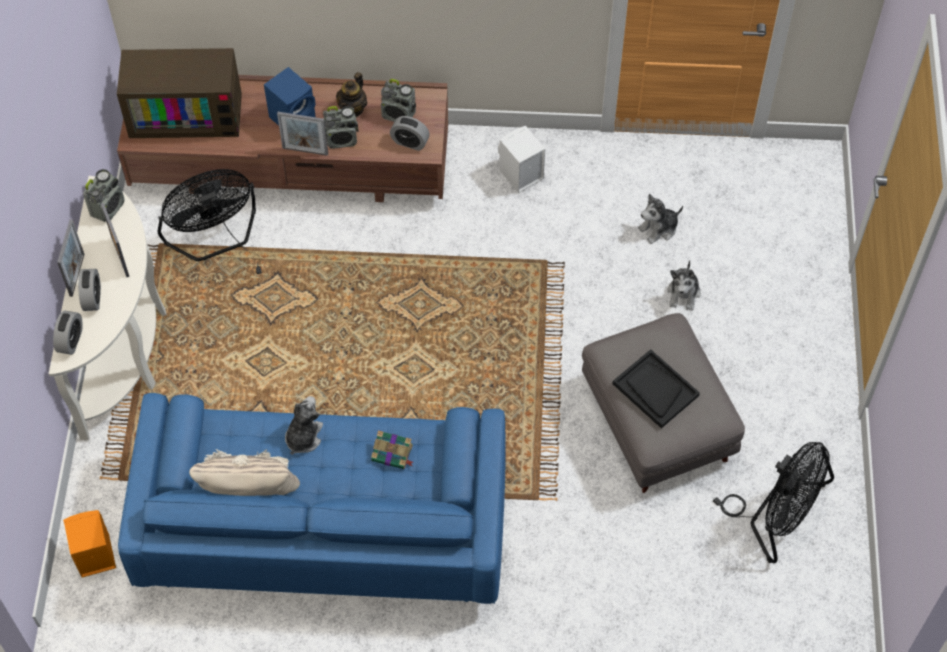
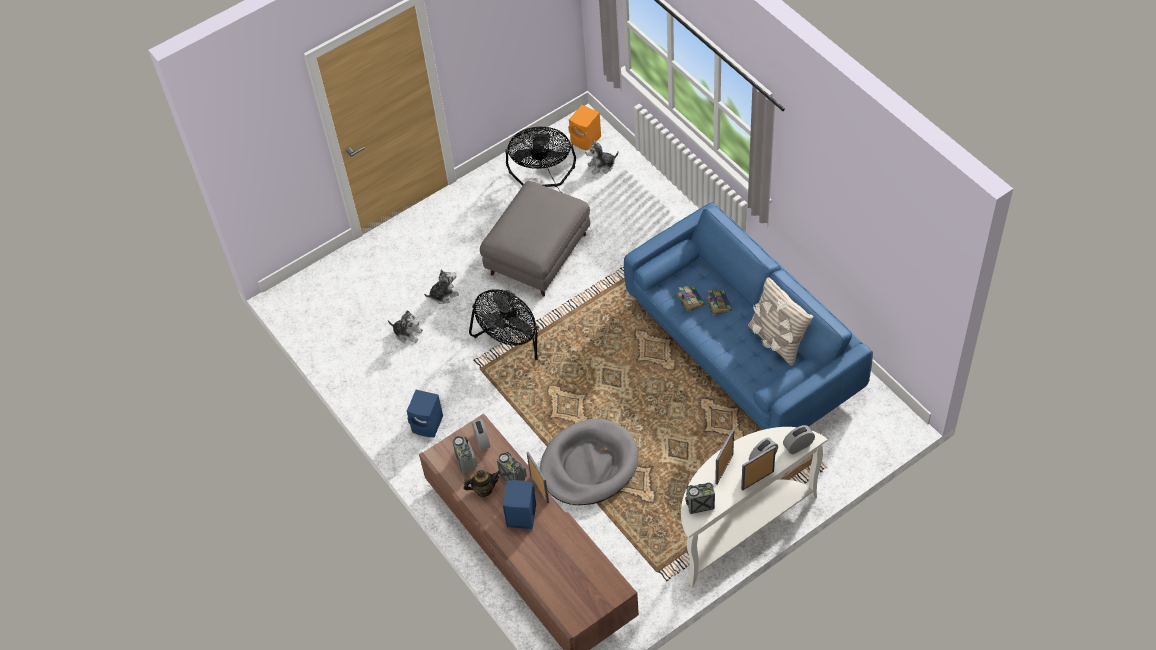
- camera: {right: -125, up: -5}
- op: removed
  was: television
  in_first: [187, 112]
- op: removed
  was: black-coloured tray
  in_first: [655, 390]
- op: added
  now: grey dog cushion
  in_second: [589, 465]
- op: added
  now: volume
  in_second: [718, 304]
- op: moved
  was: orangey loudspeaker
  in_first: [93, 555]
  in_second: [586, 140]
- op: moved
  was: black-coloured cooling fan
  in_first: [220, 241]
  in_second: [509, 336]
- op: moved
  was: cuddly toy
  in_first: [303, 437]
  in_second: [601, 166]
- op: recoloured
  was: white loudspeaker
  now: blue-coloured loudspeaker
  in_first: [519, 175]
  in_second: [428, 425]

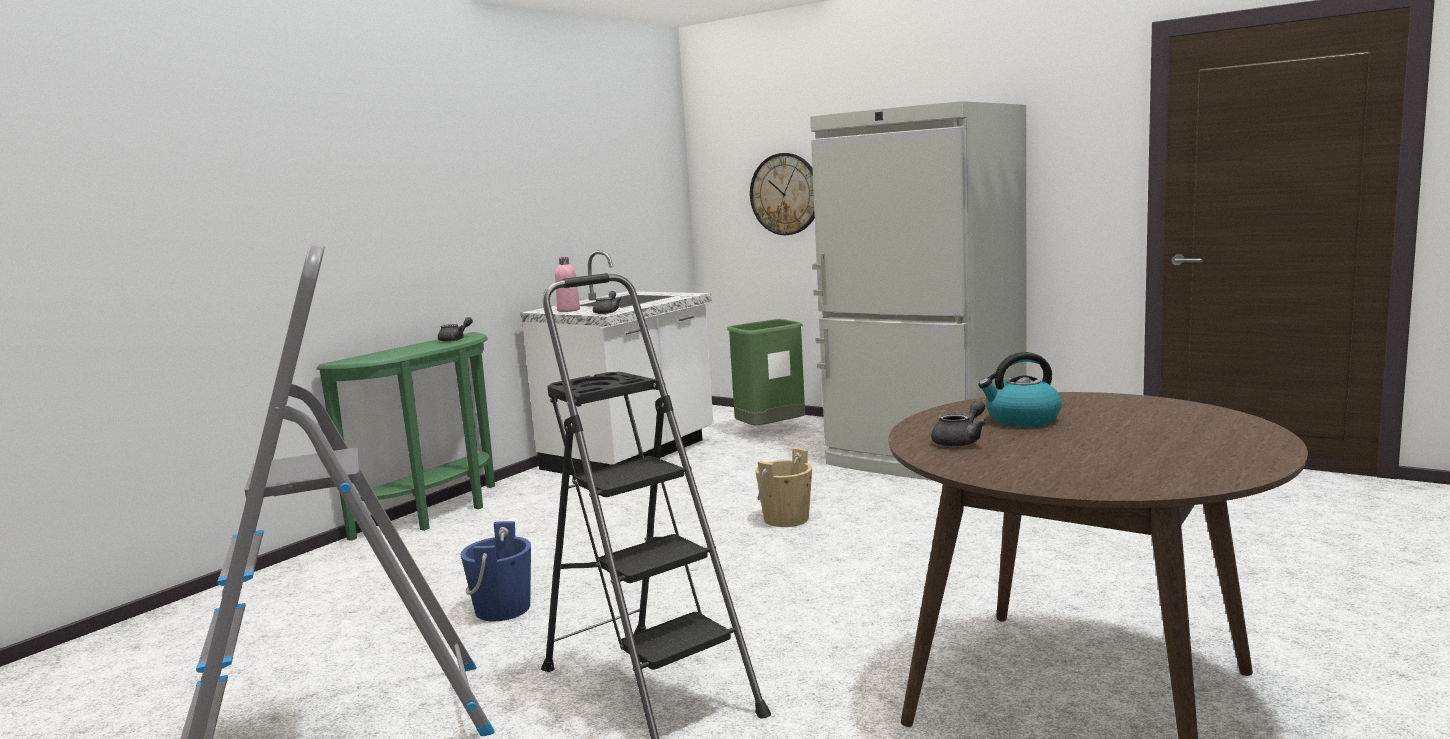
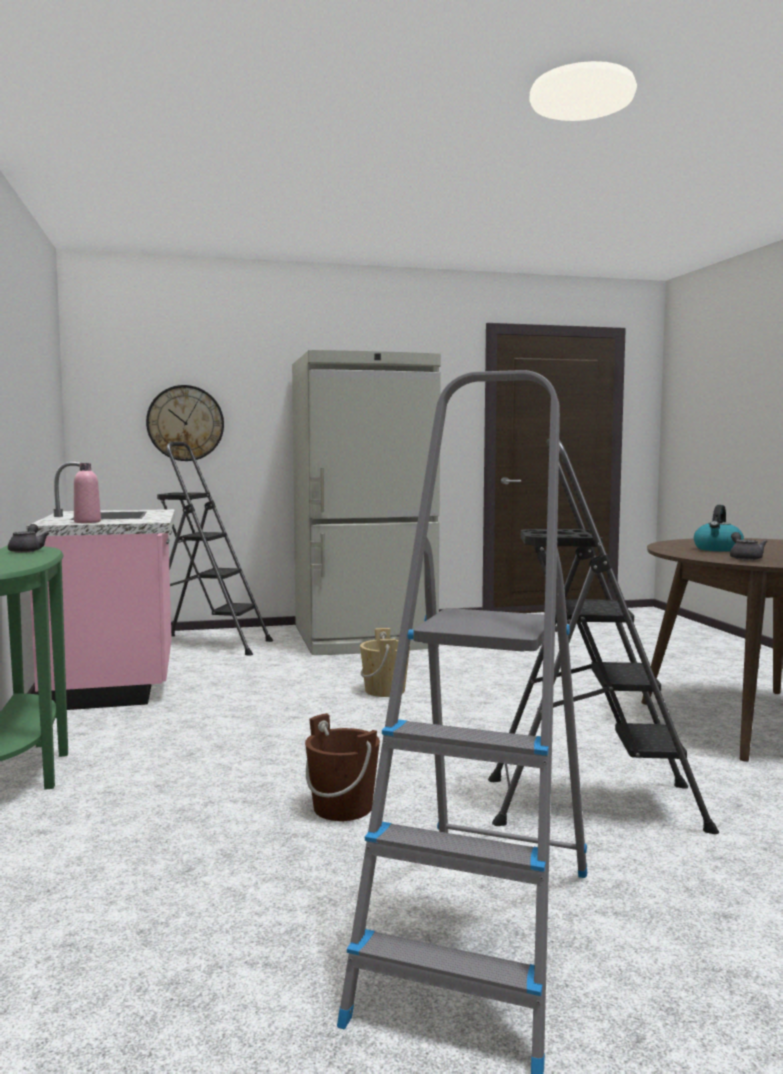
- camera: {right: -50, up: -5}
- op: removed
  was: grey pot for tea
  in_first: [607, 312]
- op: replaced
  was: green rubbish bin
  now: step stool
  in_first: [770, 432]
  in_second: [206, 644]
- op: recoloured
  was: blue-coloured pail
  now: brown pail
  in_first: [503, 609]
  in_second: [342, 808]
- op: recoloured
  was: white counter
  now: pink counter
  in_first: [631, 455]
  in_second: [115, 682]

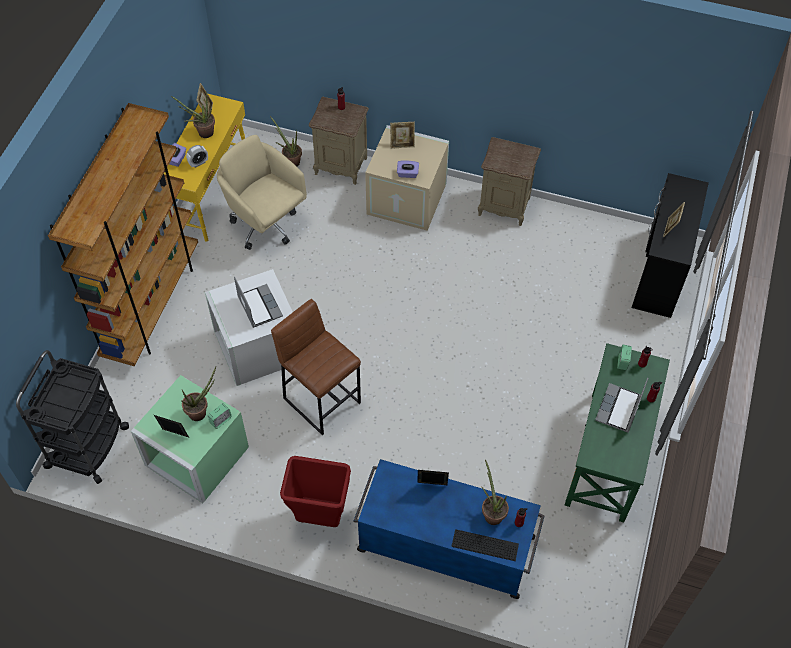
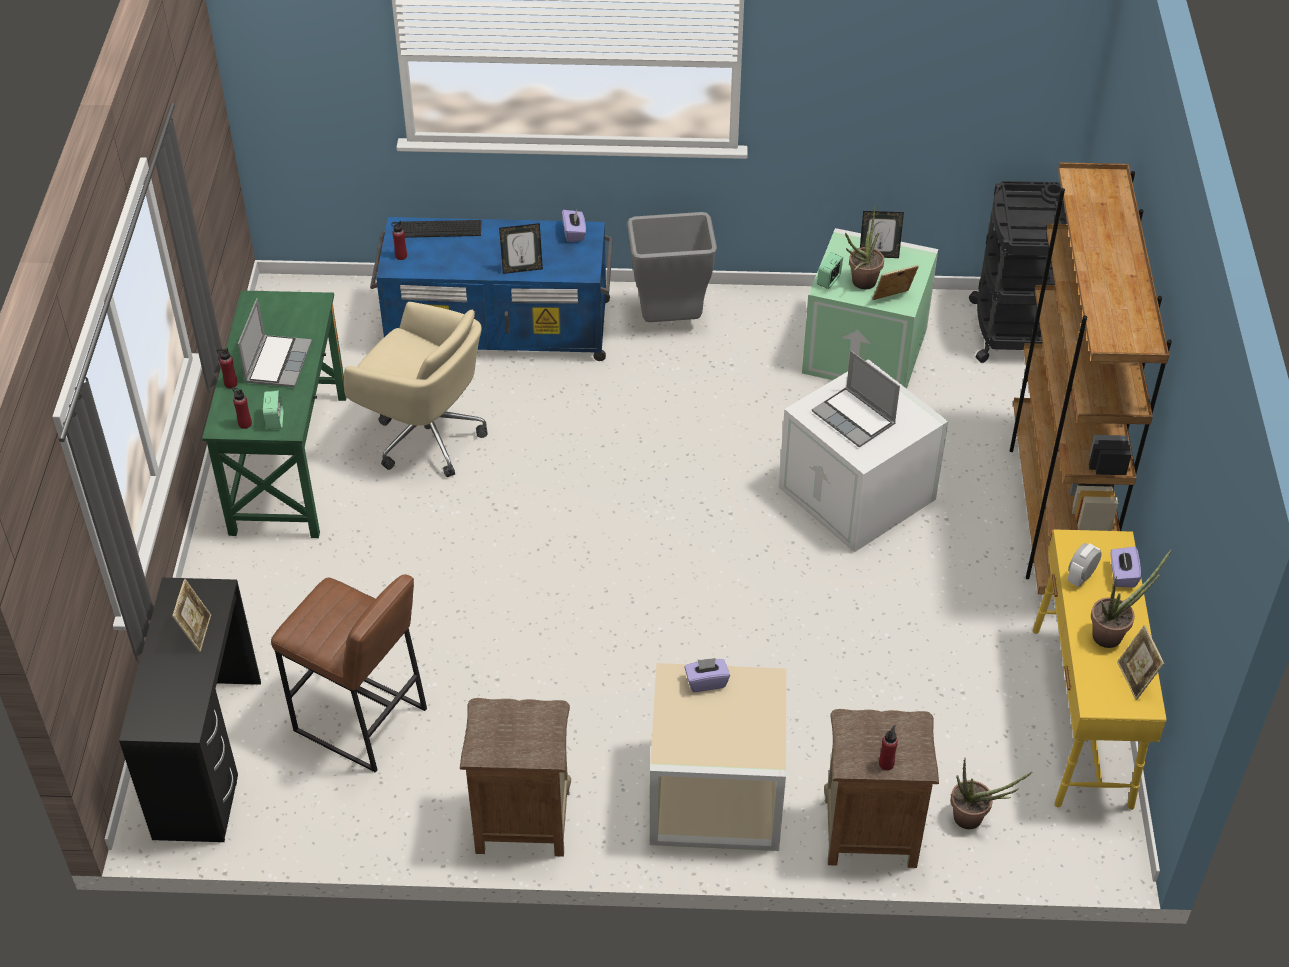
- camera: {right: 165, up: -10}
- op: removed
  was: houseplant
  in_first: [491, 512]
- op: added
  now: purple-coloured box of tissues
  in_second: [574, 233]
- op: moved
  was: beige office chair
  in_first: [267, 227]
  in_second: [424, 438]
- op: moved
  was: brown stool seat
  in_first: [321, 399]
  in_second: [362, 720]
- op: moved
  was: standing frame
  in_first: [402, 144]
  in_second: [893, 299]
- op: recoloured
  was: red rubbish bin
  now: grey rubbish bin
  in_first: [319, 518]
  in_second: [671, 321]

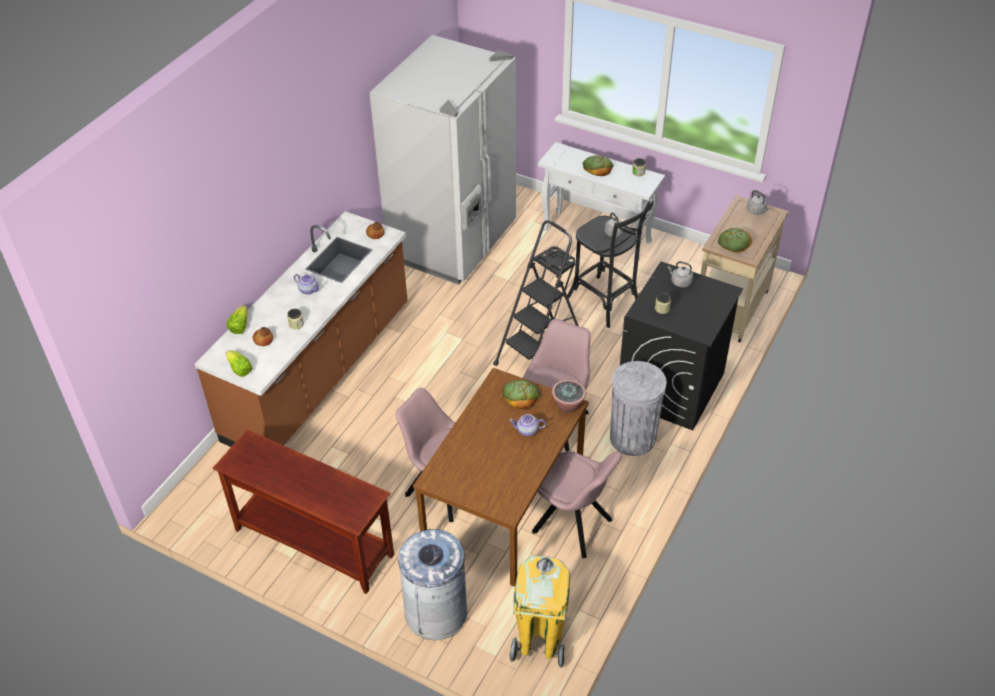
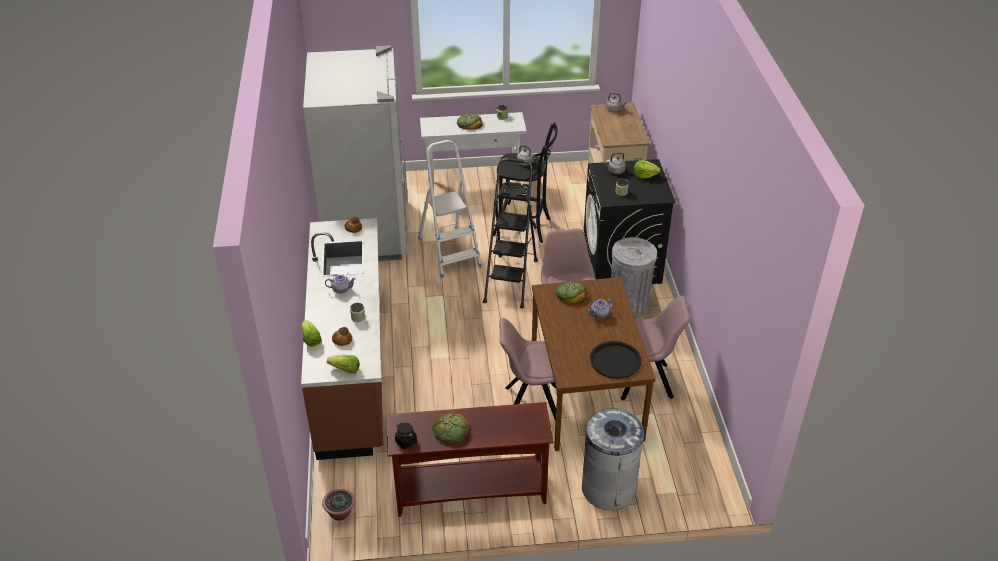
- camera: {right: -35, up: -5}
- op: removed
  was: yellow rubbish bin
  in_first: [539, 641]
- op: added
  now: black-coloured storage jar
  in_second: [406, 441]
- op: added
  now: white step stool
  in_second: [449, 252]
- op: added
  now: black-coloured tray
  in_second: [615, 360]
- op: added
  now: lettuce head
  in_second: [645, 175]
- op: moved
  was: houseplant
  in_first: [568, 405]
  in_second: [340, 513]
- op: moved
  was: bakery bread
  in_first: [734, 242]
  in_second: [450, 430]

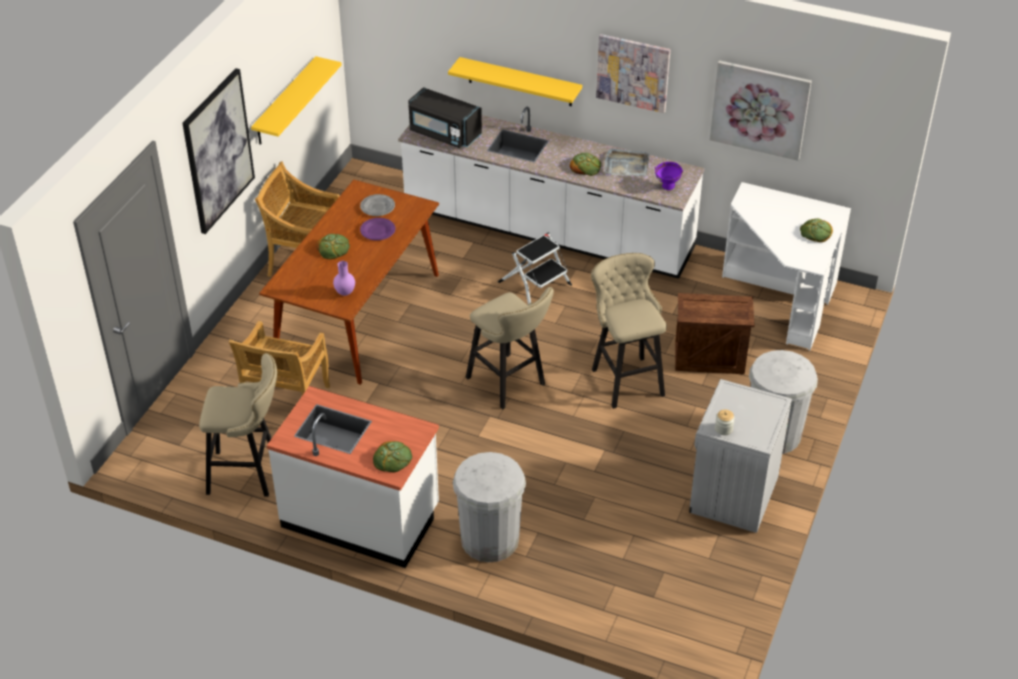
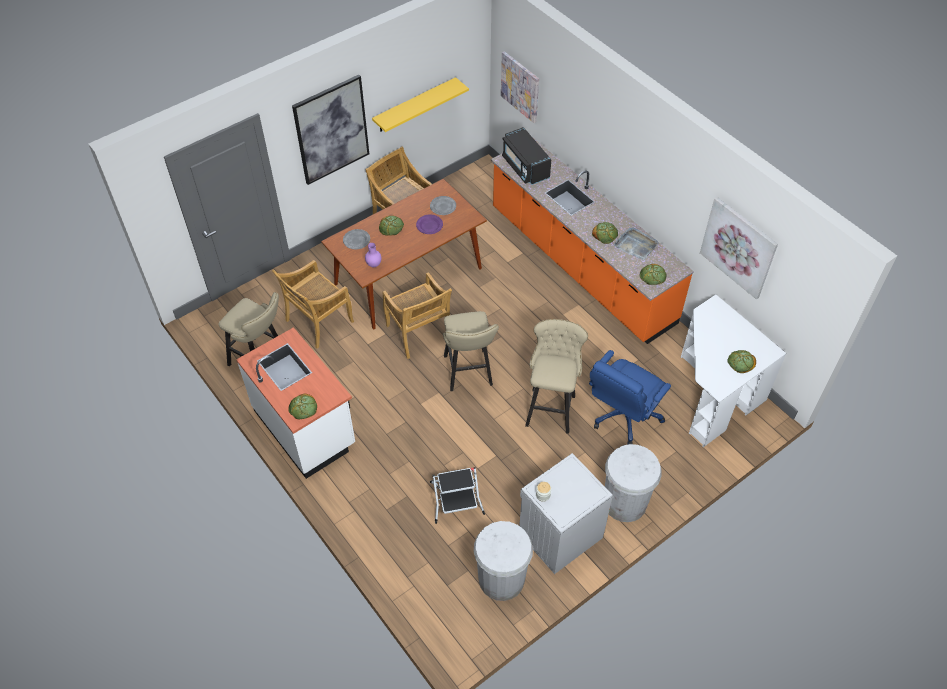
- camera: {right: 30, up: 10}
- op: removed
  was: yellow shelf
  in_first: [520, 82]
- op: added
  now: grey dinner plate
  in_second: [356, 240]
- op: added
  now: beige upright chair
  in_second: [419, 333]
- op: moved
  was: white rubbish bin
  in_first: [489, 539]
  in_second: [501, 578]
- op: moved
  was: step stool
  in_first: [534, 285]
  in_second: [455, 499]
- op: moved
  was: wall art
  in_first: [633, 72]
  in_second: [520, 86]
- op: replaced
  was: purple-coloured deep dish
  now: bakery bread
  in_first: [667, 187]
  in_second: [653, 276]
- op: replaced
  was: shipping crate
  now: blue-coloured office chair
  in_first: [708, 358]
  in_second: [622, 418]
- op: recoloured
  was: white counter
  now: orangey counter
  in_first: [547, 231]
  in_second: [580, 265]

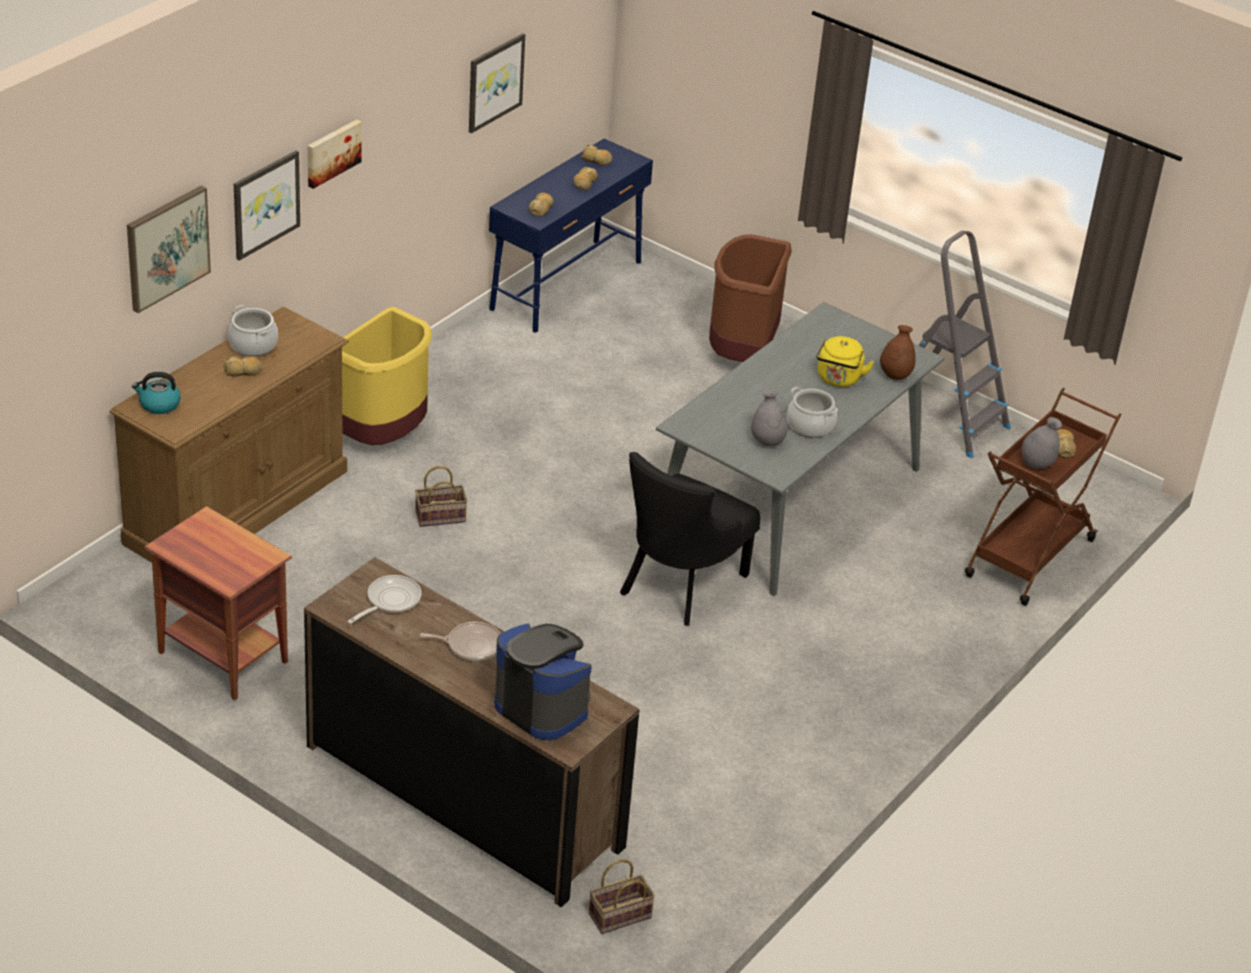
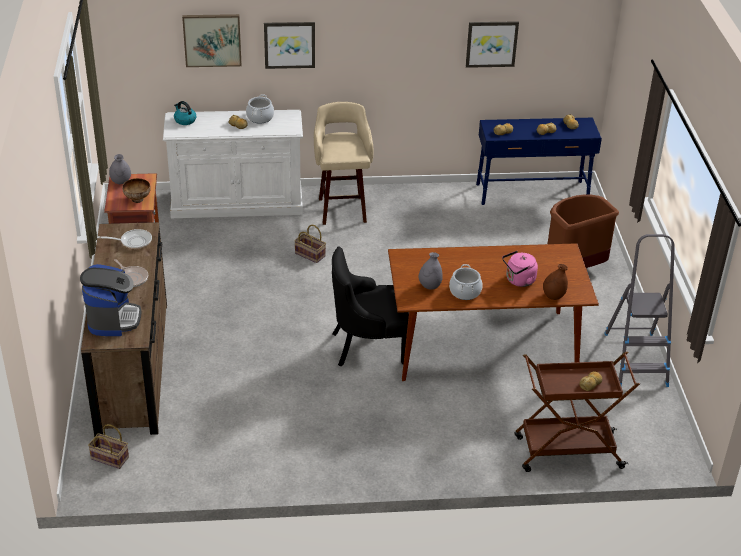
- camera: {right: 50, up: 0}
- op: removed
  was: wall art
  in_first: [332, 152]
- op: added
  now: deep dish
  in_second: [137, 199]
- op: moved
  was: grey flower vase
  in_first: [1037, 464]
  in_second: [121, 182]
- op: replaced
  was: yellow rubbish bin
  now: beige stool seat
  in_first: [383, 434]
  in_second: [342, 209]
- op: recoloured
  was: brown cabinet
  now: white cabinet
  in_first: [239, 506]
  in_second: [238, 203]
- op: recoloured
  was: grey dinner table
  now: brown dinner table
  in_first: [788, 499]
  in_second: [484, 345]
- op: recoloured
  was: yellow tea kettle
  now: pink tea kettle
  in_first: [838, 379]
  in_second: [518, 280]

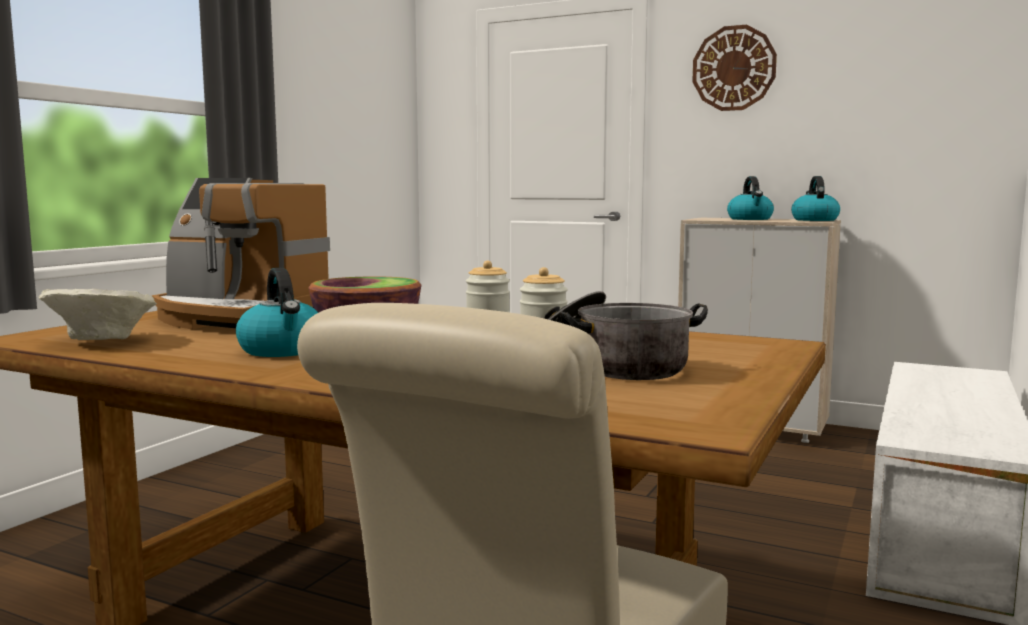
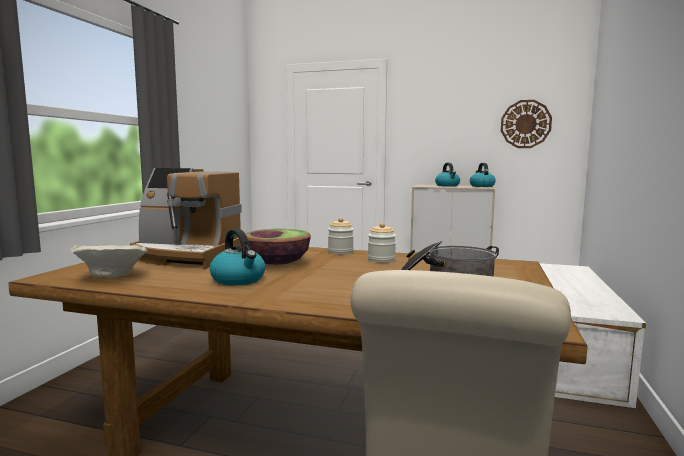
- camera: {right: -10, up: 0}
- op: moved
  was: clock on the wall
  in_first: [734, 68]
  in_second: [525, 124]

